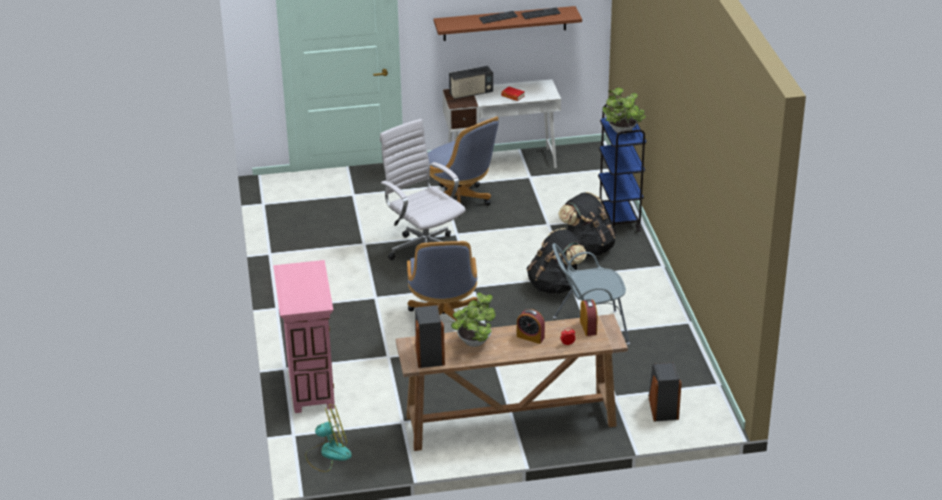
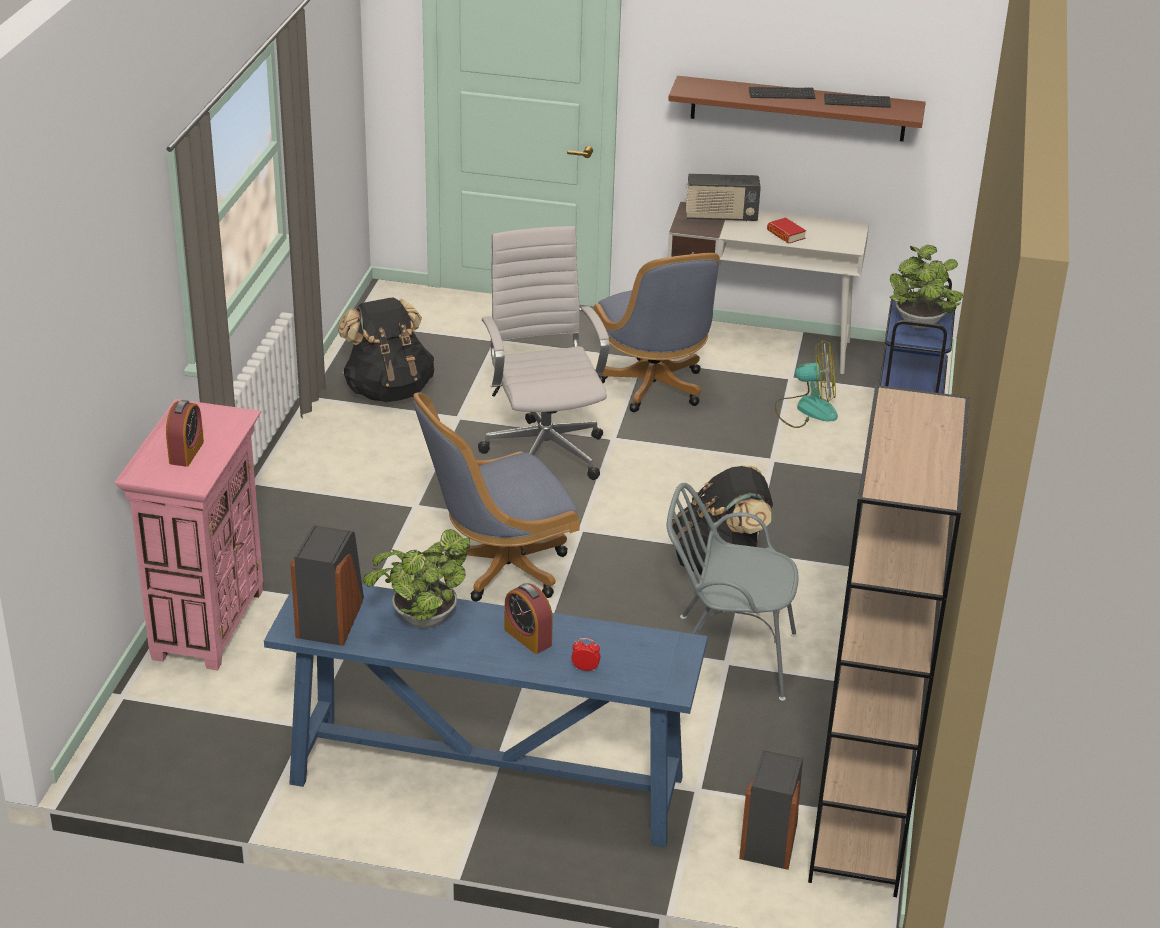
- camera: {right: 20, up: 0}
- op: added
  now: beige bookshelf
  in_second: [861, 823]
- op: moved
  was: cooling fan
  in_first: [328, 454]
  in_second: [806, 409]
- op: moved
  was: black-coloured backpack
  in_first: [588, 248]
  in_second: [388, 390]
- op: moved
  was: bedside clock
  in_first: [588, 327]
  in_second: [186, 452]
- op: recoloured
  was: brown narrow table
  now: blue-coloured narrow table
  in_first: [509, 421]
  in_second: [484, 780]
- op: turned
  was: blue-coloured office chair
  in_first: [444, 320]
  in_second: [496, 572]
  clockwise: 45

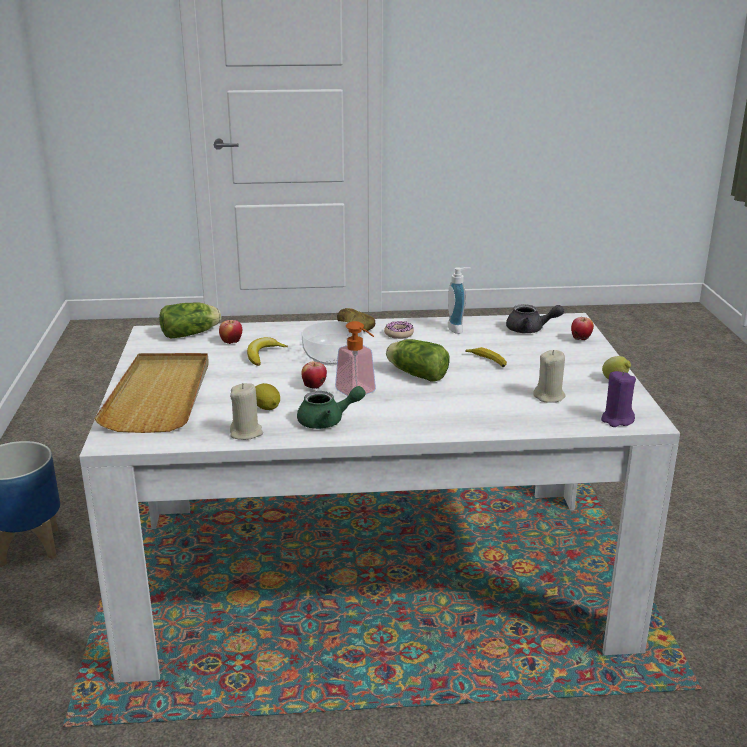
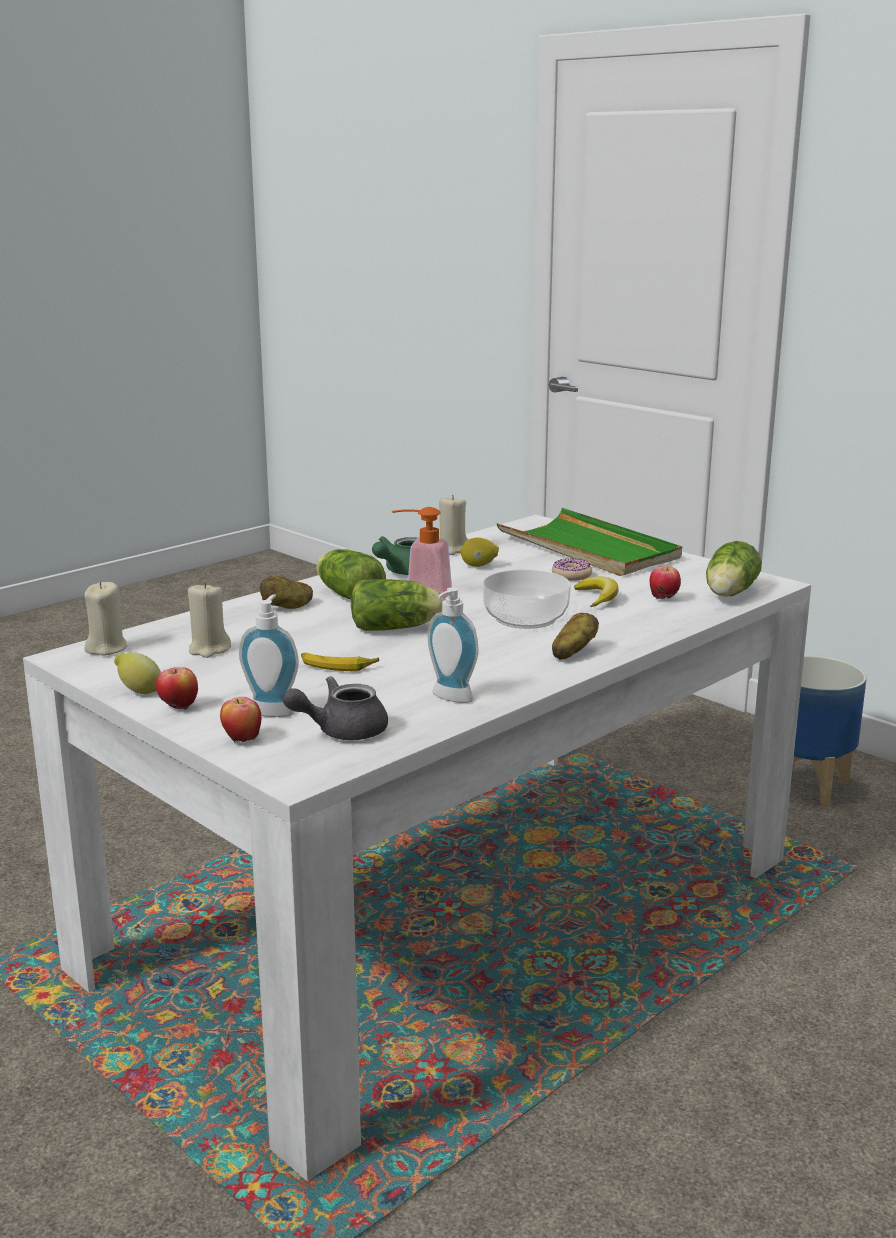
- camera: {right: 140, up: -5}
- op: added
  now: soap dispenser
  in_second: [273, 709]
- op: added
  now: spud
  in_second: [287, 607]
- op: added
  now: lettuce head
  in_second: [348, 595]
- op: moved
  was: apple
  in_first: [314, 387]
  in_second: [178, 707]
- op: moved
  was: doughnut
  in_first: [399, 334]
  in_second: [571, 575]
- op: recoloured
  was: beige tray
  now: green tray
  in_first: [160, 395]
  in_second: [589, 549]
- op: recoloured
  was: purple-coloured candle
  now: beige candle
  in_first: [617, 420]
  in_second: [107, 648]

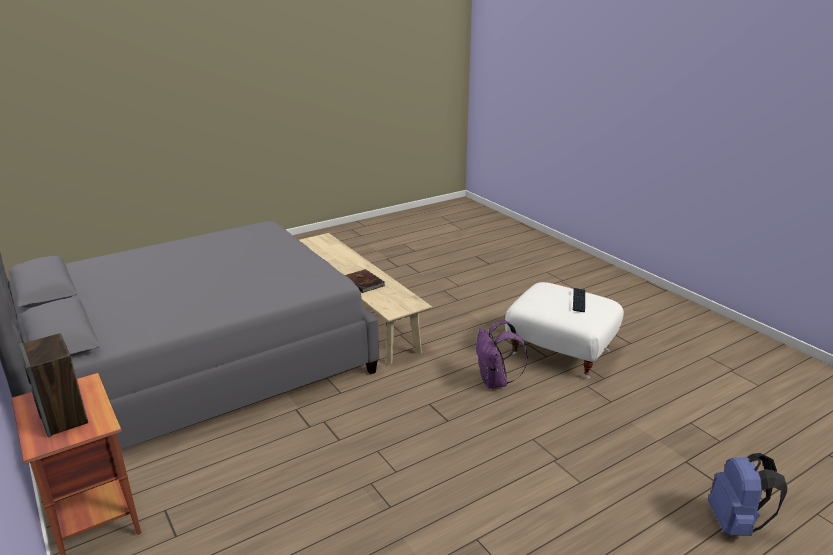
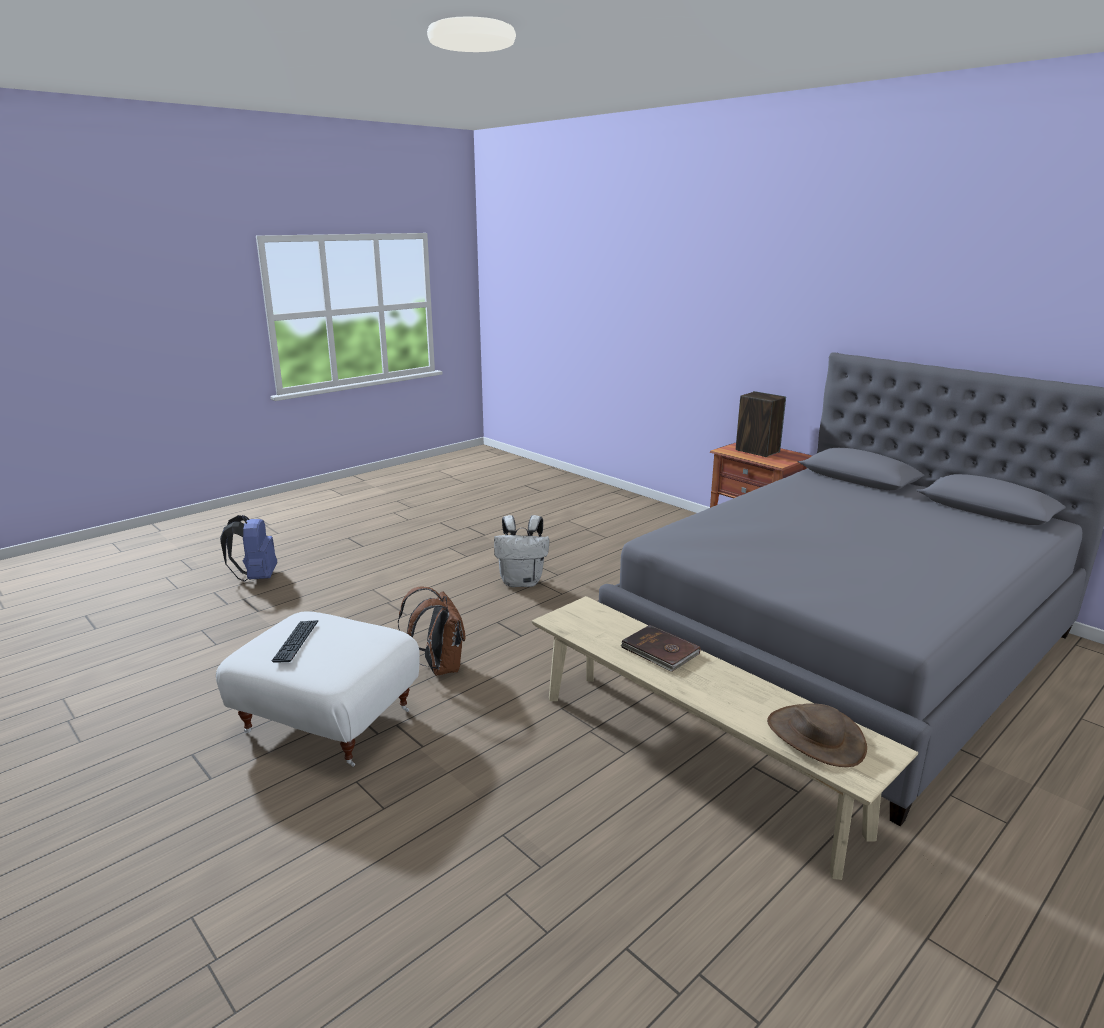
- camera: {right: 170, up: -5}
- op: added
  now: white backpack
  in_second: [522, 582]
- op: added
  now: brown hat
  in_second: [815, 736]
- op: recoloured
  was: purple-coloured backpack
  now: brown backpack
  in_first: [495, 382]
  in_second: [439, 667]

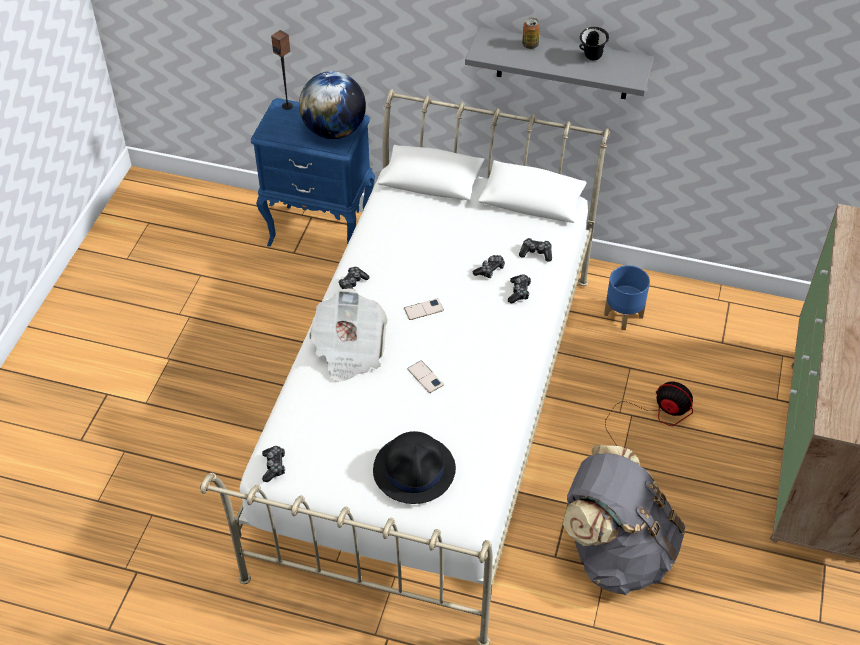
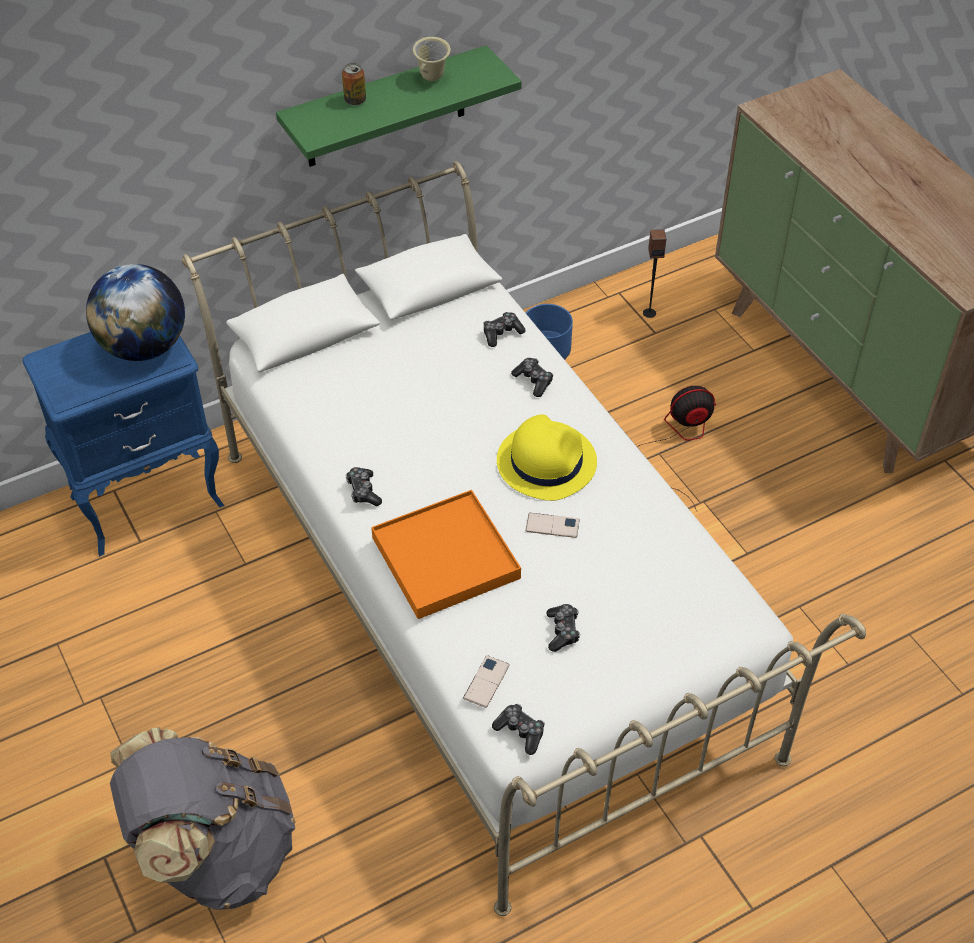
- camera: {right: -45, up: 0}
- op: removed
  was: black-coloured hat
  in_first: [415, 470]
- op: added
  now: yellow hat
  in_second: [546, 461]
- op: moved
  was: loudspeaker
  in_first: [287, 106]
  in_second: [649, 313]
- op: moved
  was: telephone
  in_first: [423, 309]
  in_second: [486, 682]
- op: moved
  was: gamepad
  in_first: [490, 270]
  in_second: [562, 631]
- op: moved
  was: grey backpack
  in_first: [616, 551]
  in_second: [215, 852]
- op: replaced
  was: daily paper
  now: orangey tray
  in_first: [349, 350]
  in_second: [446, 558]
- op: recoloured
  was: grey shelf
  now: green shelf
  in_first: [563, 64]
  in_second: [385, 108]
- op: recoloured
  was: black-coloured tea mug
  now: beige tea mug
  in_first: [591, 58]
  in_second: [432, 79]

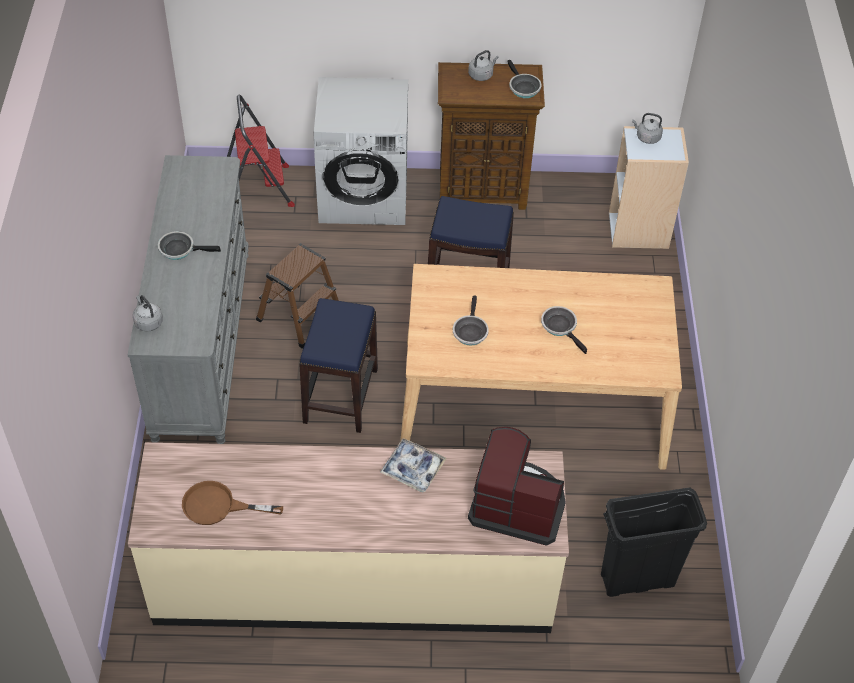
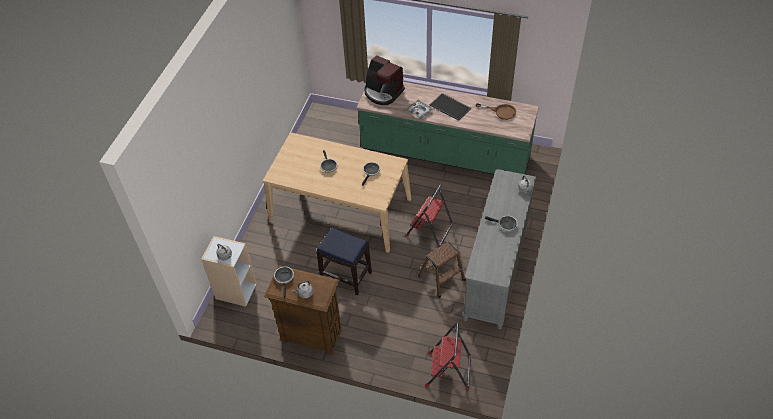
- camera: {right: -160, up: 0}
- op: removed
  was: white washing machine
  in_first: [363, 199]
- op: removed
  was: black-coloured rubbish bin
  in_first: [637, 580]
- op: added
  now: tray
  in_second: [450, 107]
- op: replaced
  was: stool seat
  now: red step stool
  in_first: [340, 396]
  in_second: [431, 230]
- op: recoloured
  was: beige counter
  now: green counter
  in_first: [354, 580]
  in_second: [445, 154]

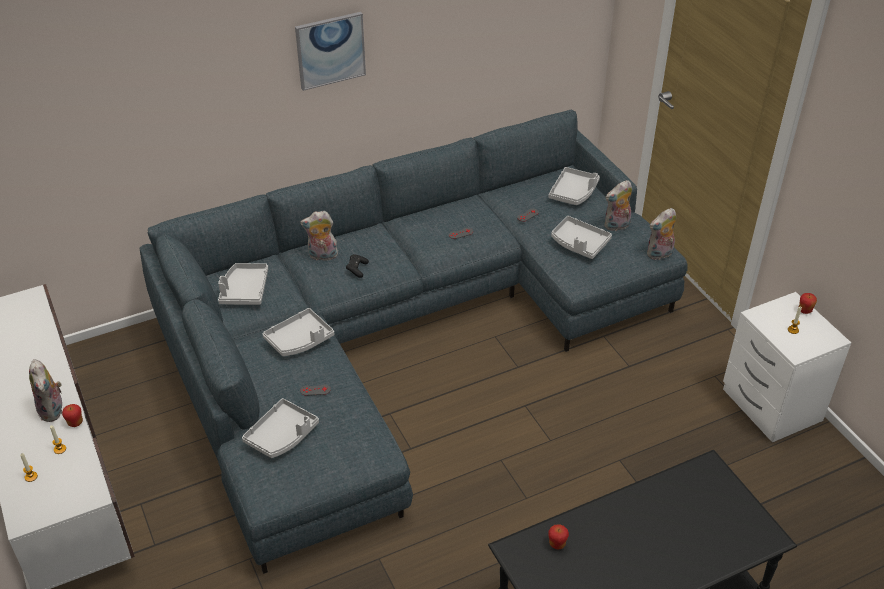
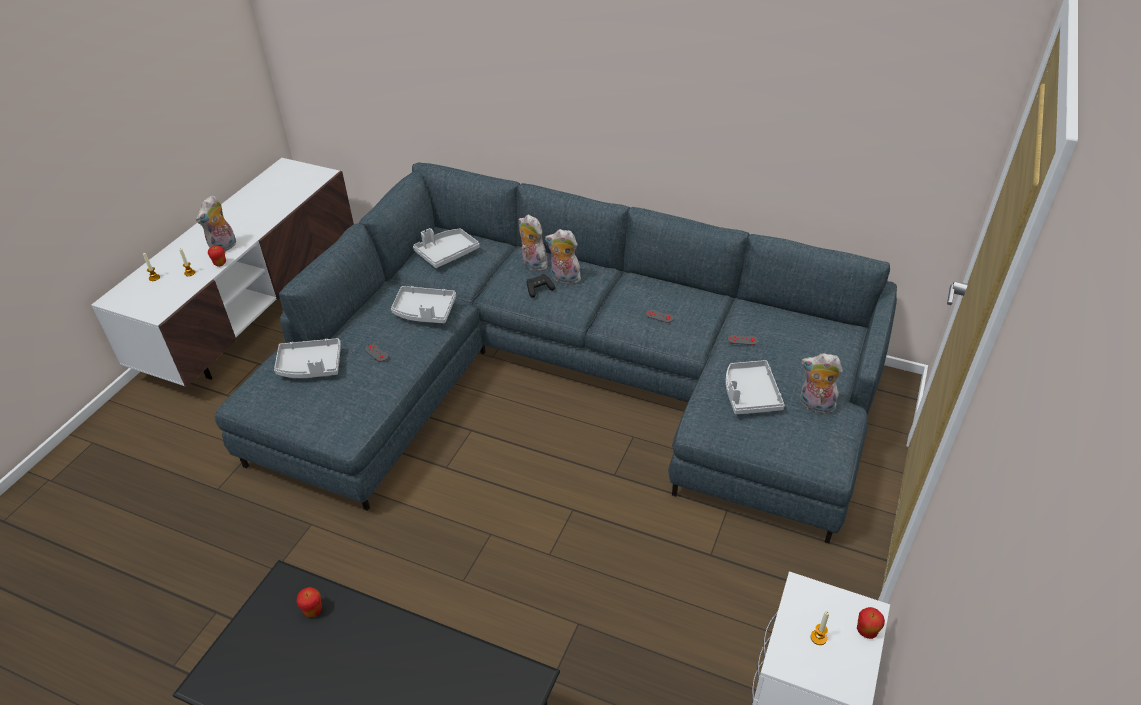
- camera: {right: 50, up: 0}
- op: removed
  was: wall art
  in_first: [330, 50]
- op: removed
  was: grey tray
  in_first: [573, 193]
- op: moved
  was: cuddly toy
  in_first: [659, 254]
  in_second: [564, 279]

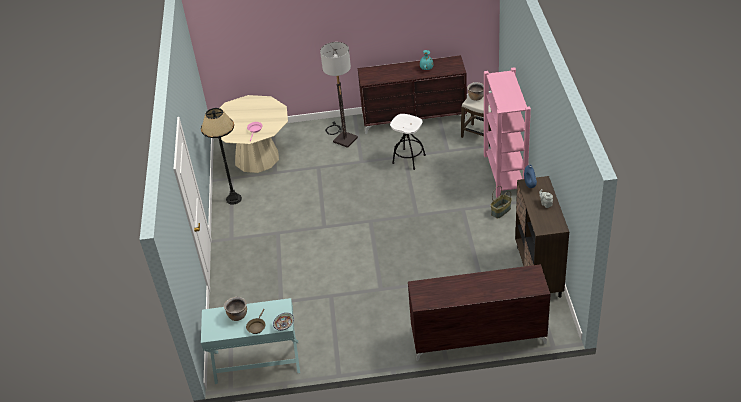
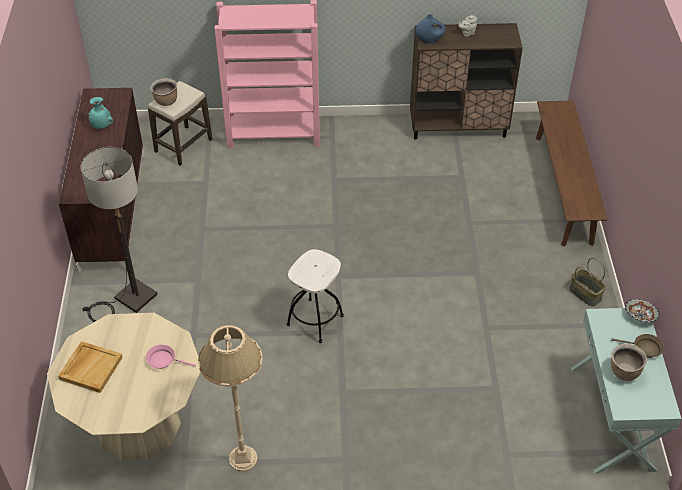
- camera: {right: -90, up: 5}
- op: added
  now: beige tray
  in_second: [91, 368]
- op: moved
  was: white stool seat
  in_first: [409, 159]
  in_second: [315, 320]
- op: moved
  was: household basket
  in_first: [501, 211]
  in_second: [585, 294]
- op: replaced
  was: brown drawer chest
  now: brown bench
  in_first: [478, 337]
  in_second: [563, 189]
- op: recoloured
  was: black-coloured floor lamp
  now: beige floor lamp
  in_first: [234, 199]
  in_second: [242, 458]

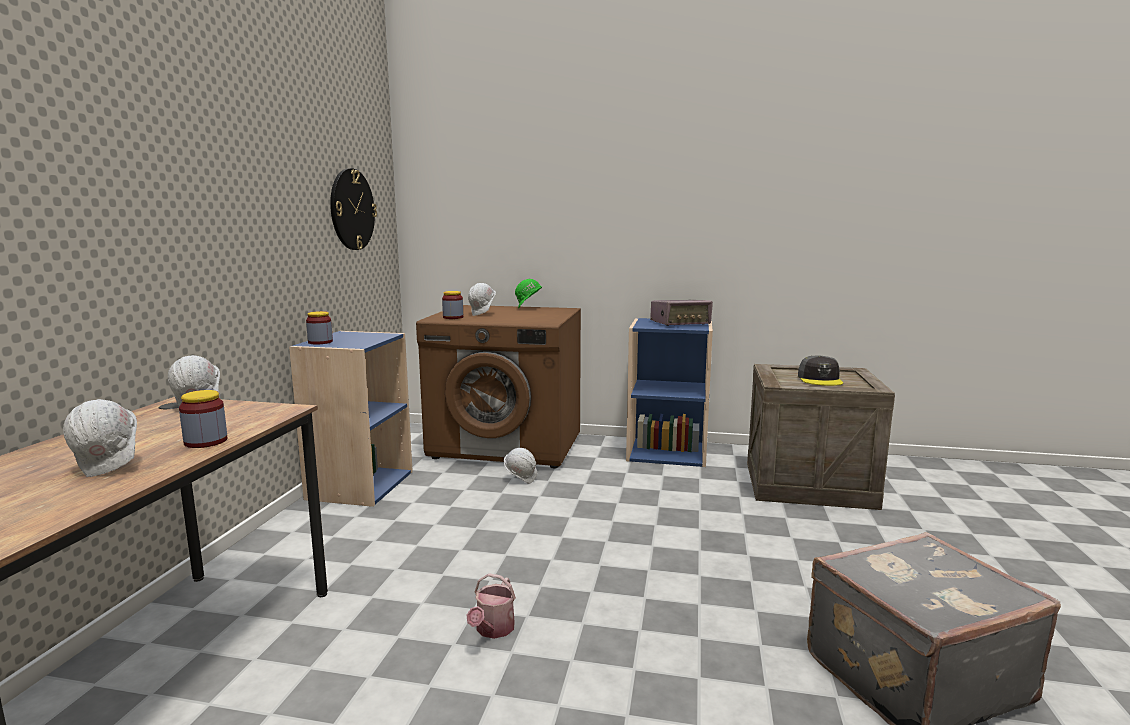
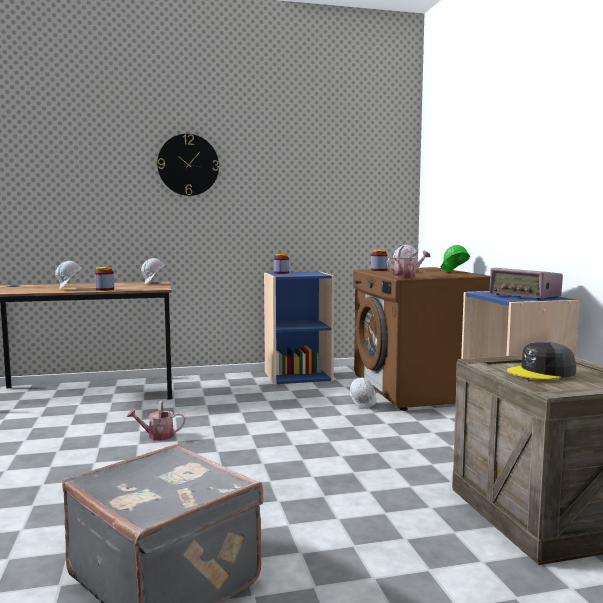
- camera: {right: 65, up: -5}
- op: added
  now: sprinkling can
  in_second: [407, 276]
- op: moved
  was: clock on the wall
  in_first: [352, 209]
  in_second: [188, 165]

